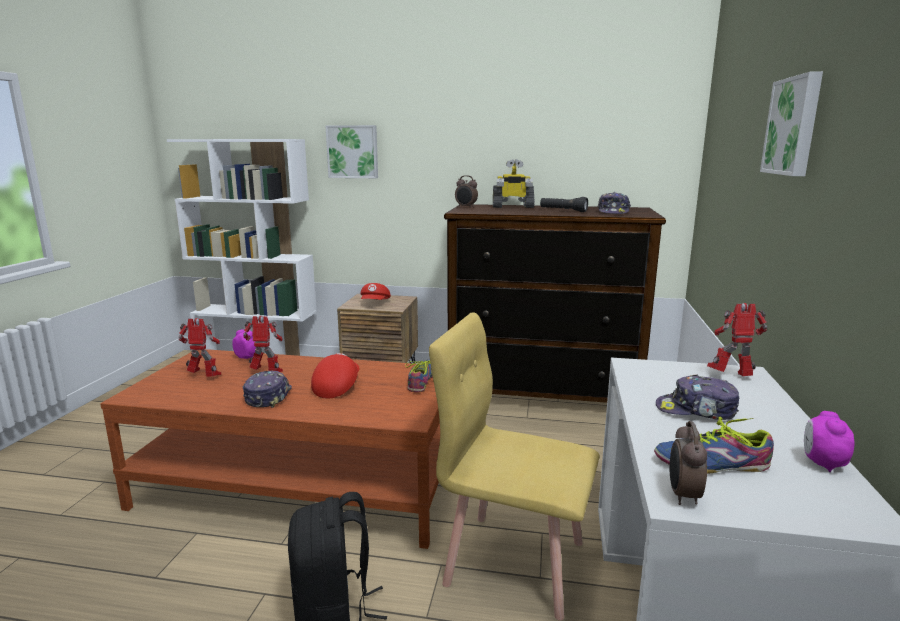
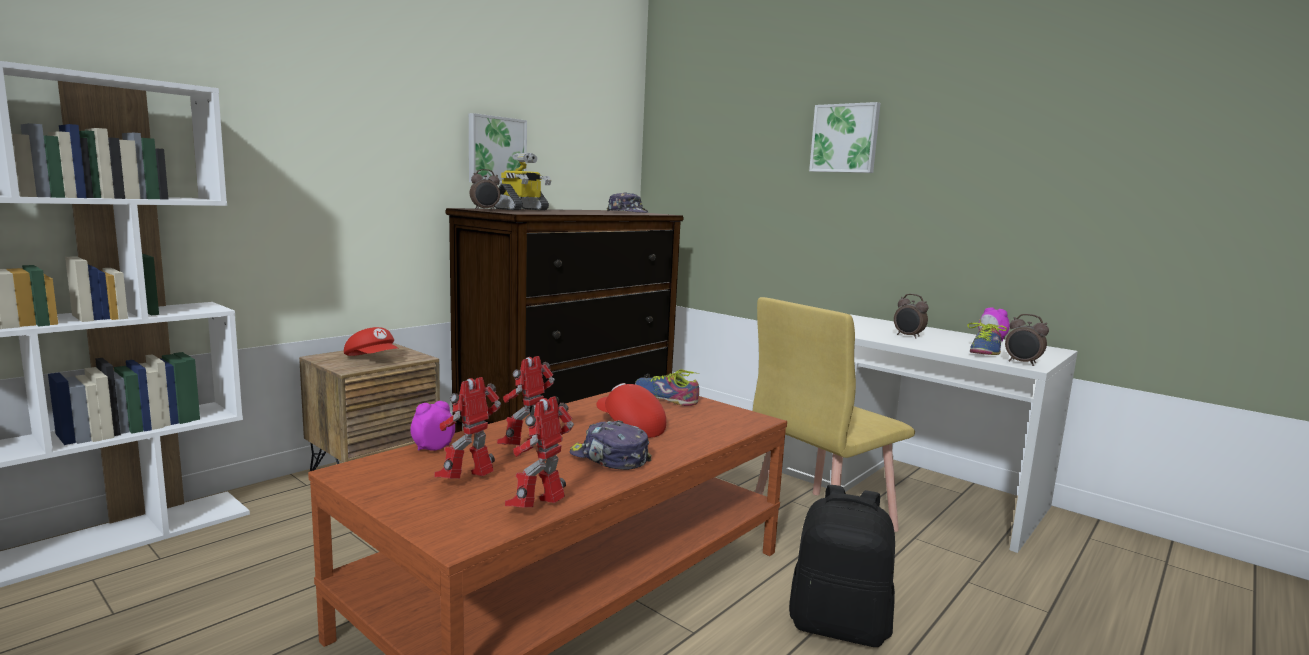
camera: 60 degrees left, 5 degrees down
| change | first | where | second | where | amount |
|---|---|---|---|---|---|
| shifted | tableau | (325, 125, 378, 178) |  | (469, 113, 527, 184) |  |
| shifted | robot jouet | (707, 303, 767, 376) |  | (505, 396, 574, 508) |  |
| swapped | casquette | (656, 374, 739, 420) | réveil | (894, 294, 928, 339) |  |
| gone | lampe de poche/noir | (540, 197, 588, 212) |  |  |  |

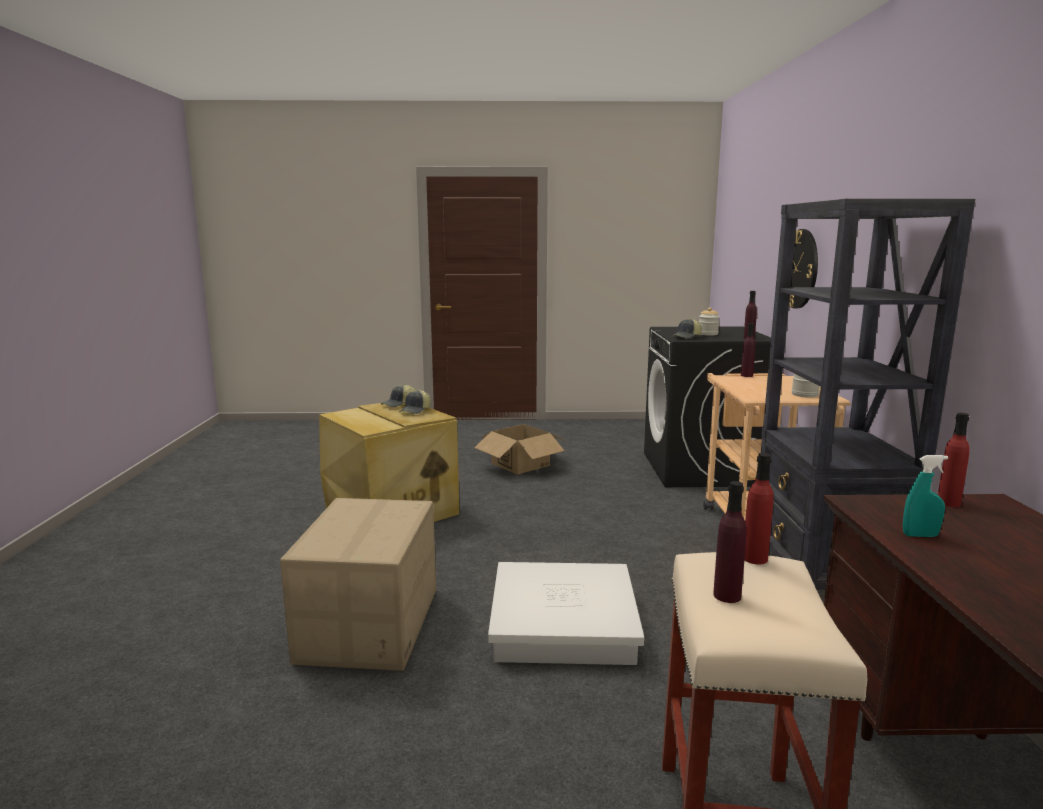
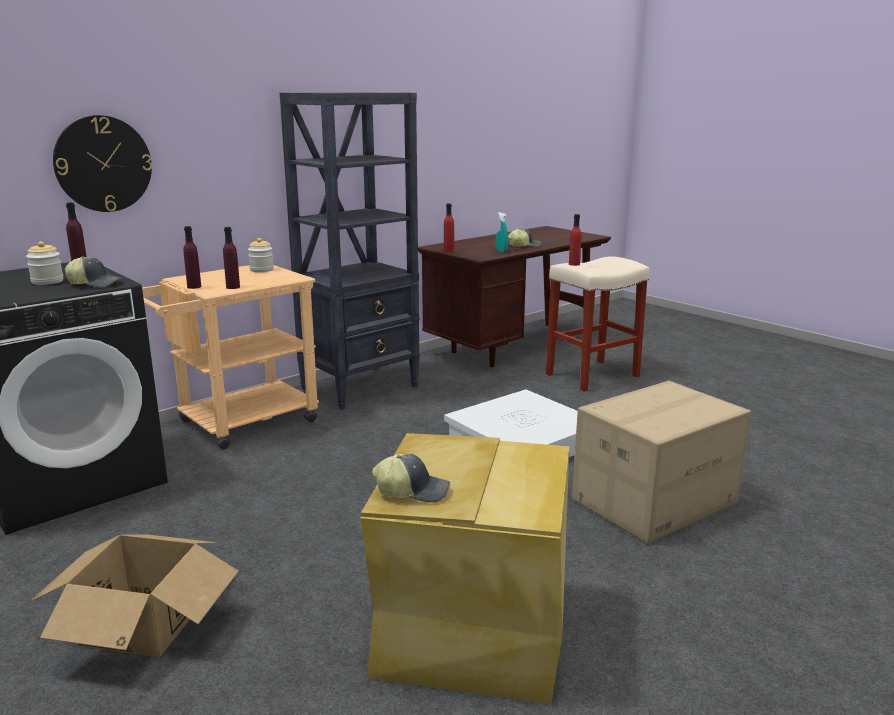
camera: 130 degrees left, 5 degrees up
| change | first | where | second | where | amount |
|---|---|---|---|---|---|
| shifted | bouteille/violet | (713, 481, 747, 603) |  | (223, 227, 240, 289) |  |
| shifted | casquette | (399, 390, 431, 414) |  | (508, 228, 542, 247) |  |

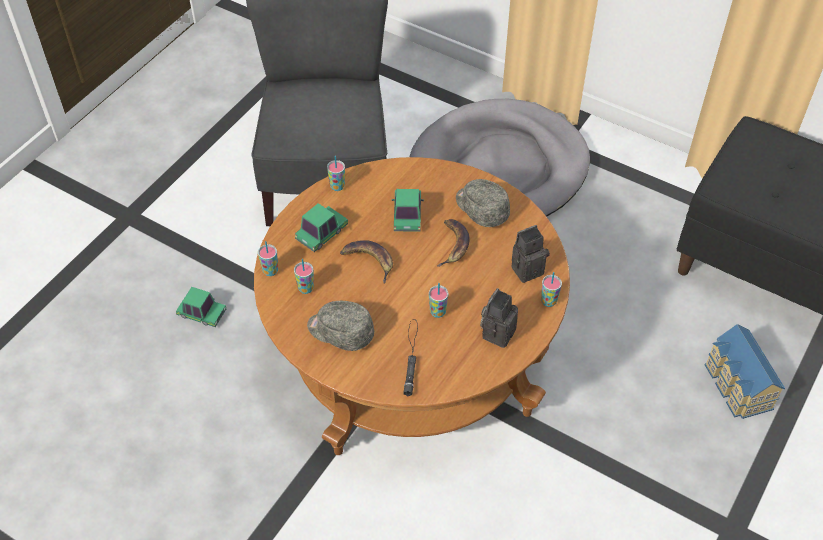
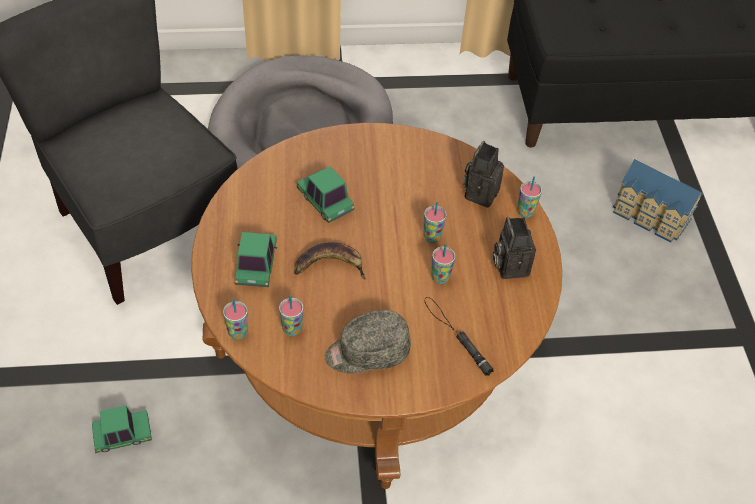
camera: 40 degrees left, 0 degrees up
| change | first | where | second | where | amount |
|---|---|---|---|---|---|
| shifted | tasse | (327, 156, 345, 191) |  | (424, 202, 447, 243) |  |
| gone | banane | (437, 219, 469, 267) |  |  |  |
| gone | casquette/gris | (456, 179, 510, 227) |  |  |  |

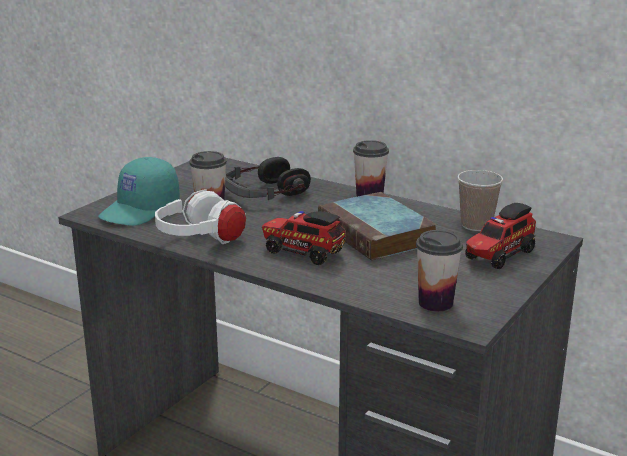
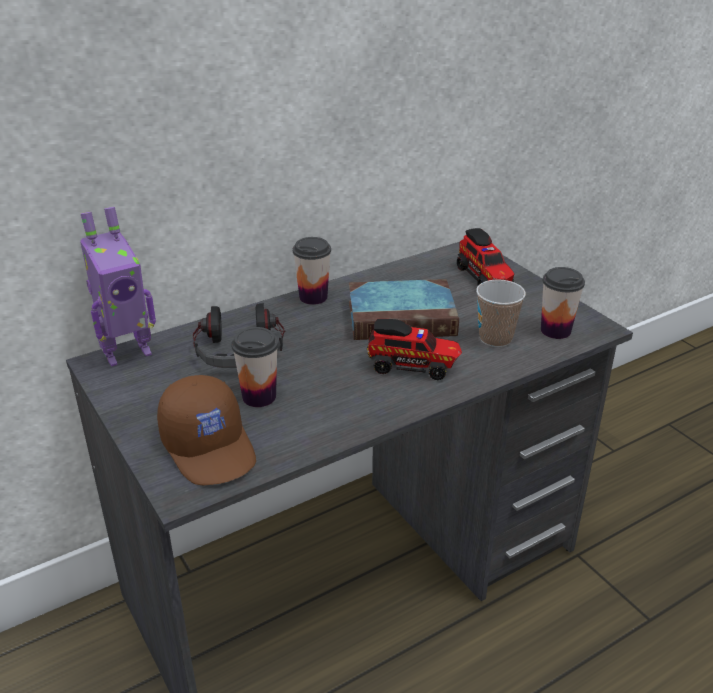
camera: 65 degrees left, 10 degrees up
| change | first | where | second | where | amount |
|---|---|---|---|---|---|
| new |  |  | robot jouet | (80, 207, 156, 366) |  |
| repainted | casquette/turquoise | (98, 157, 180, 226) | casquette/marron | (157, 375, 256, 485) |  |
| rotated | camion jouet | (262, 211, 346, 265) |  | (367, 319, 462, 380) | 135 degrees counterclockwise |
| shifted | tasse | (457, 170, 503, 231) |  | (476, 280, 526, 347) |  |
| gone | casque audio/blanc | (155, 189, 246, 244) |  |  |  |

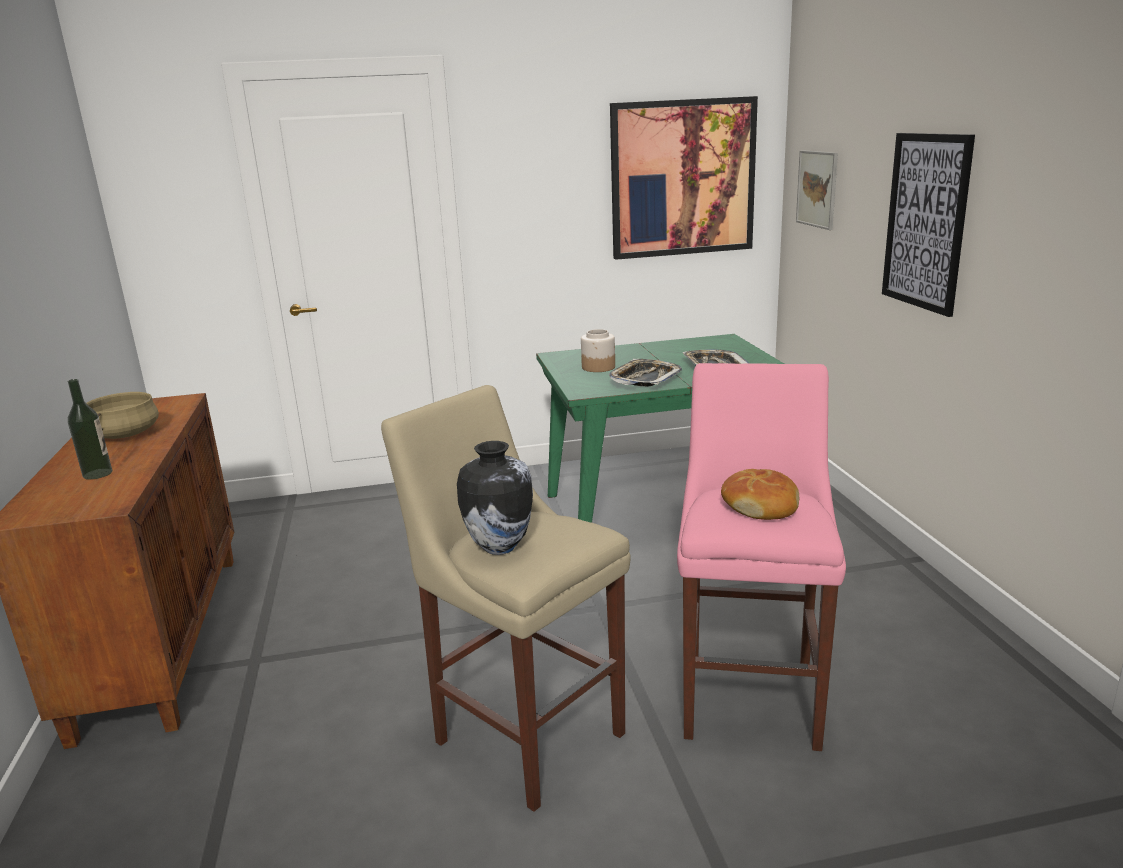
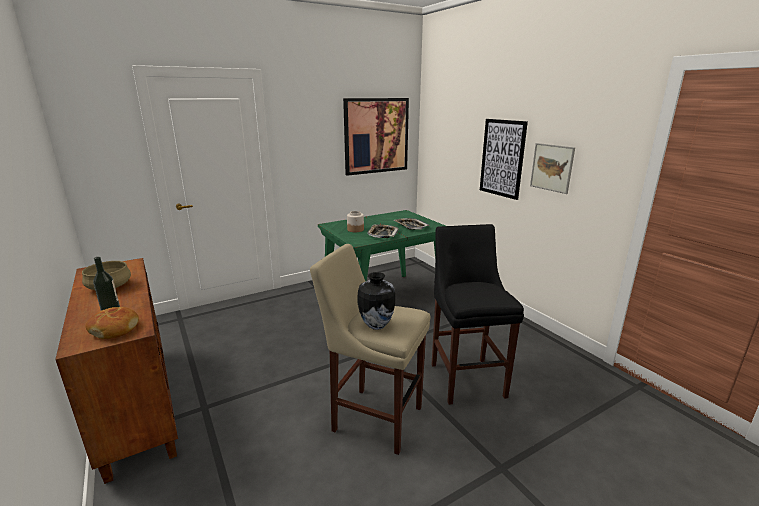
camera: 20 degrees left, 0 degrees up
| change | first | where | second | where | amount |
|---|---|---|---|---|---|
| shifted | pain | (721, 469, 799, 520) |  | (86, 307, 139, 339) |  |
| repainted | tabouret/rose | (677, 363, 846, 751) | tabouret/noir | (431, 224, 524, 405) |  |
| shifted | tableau | (796, 150, 838, 230) |  | (530, 143, 575, 194) |  |

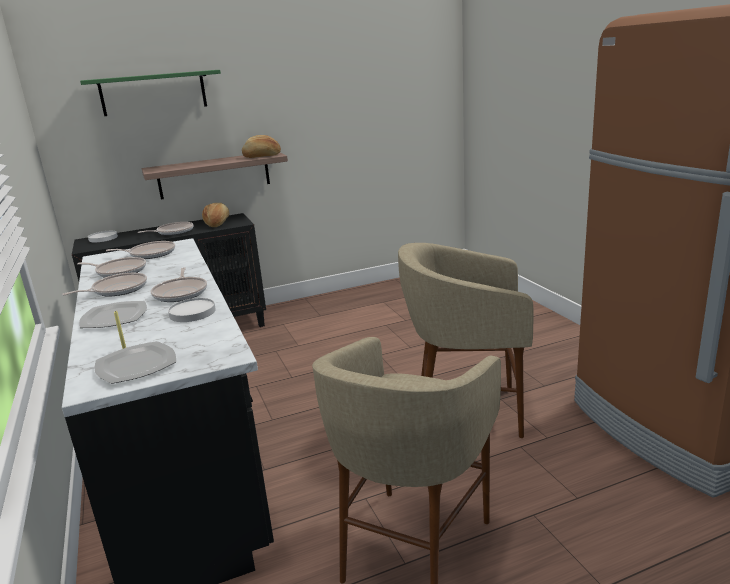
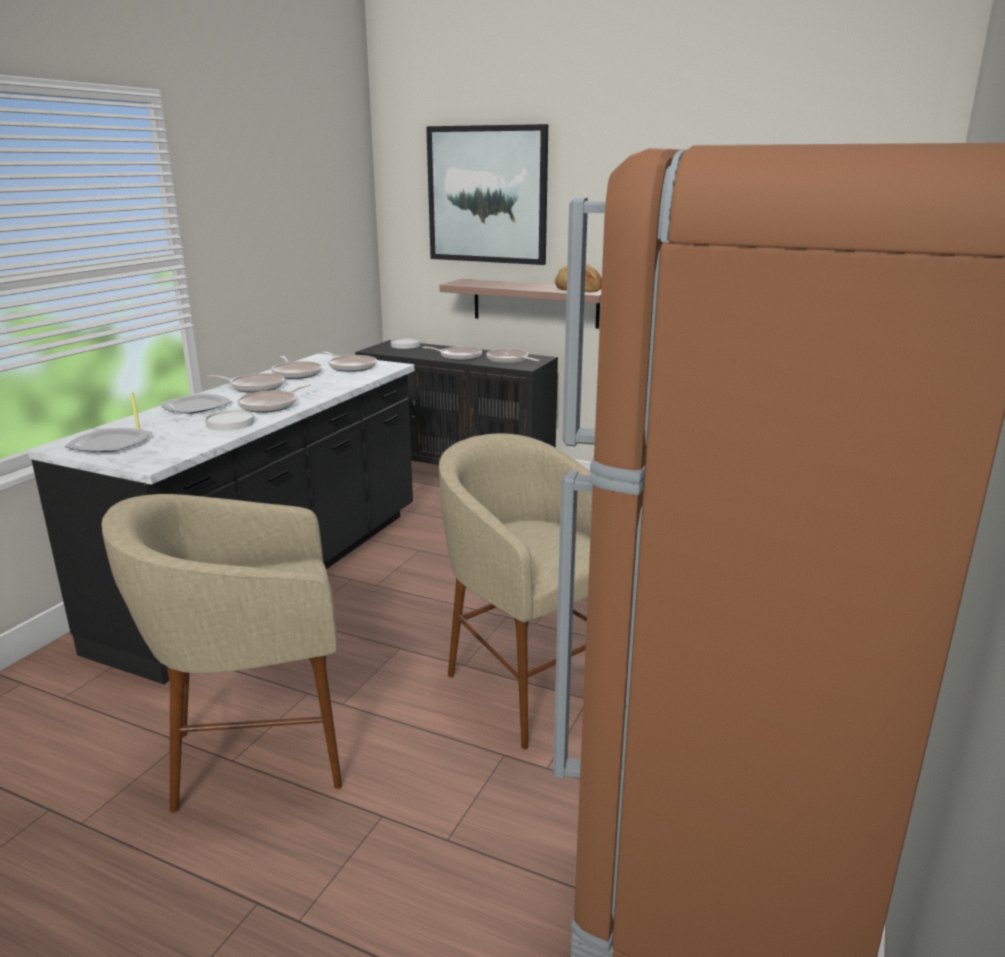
camera: 45 degrees right, 0 degrees up
| change | first | where | second | where | amount |
|---|---|---|---|---|---|
| swapped | étagère/vert | (80, 70, 221, 116) | tableau | (426, 124, 548, 265) |  |
| swapped | pain | (202, 203, 229, 227) | poêle | (486, 349, 540, 363) |  |

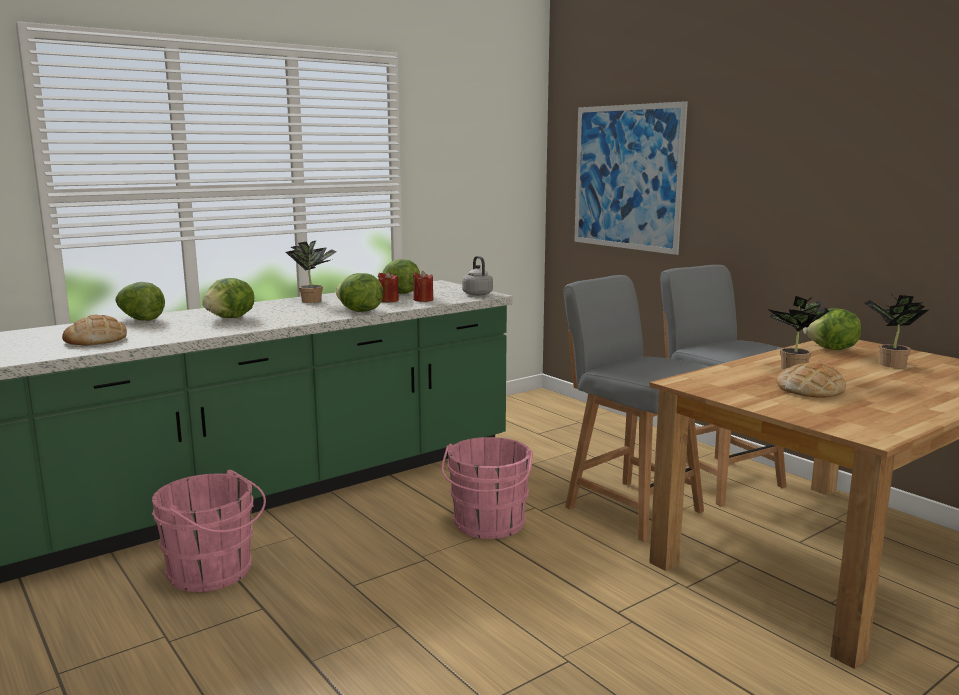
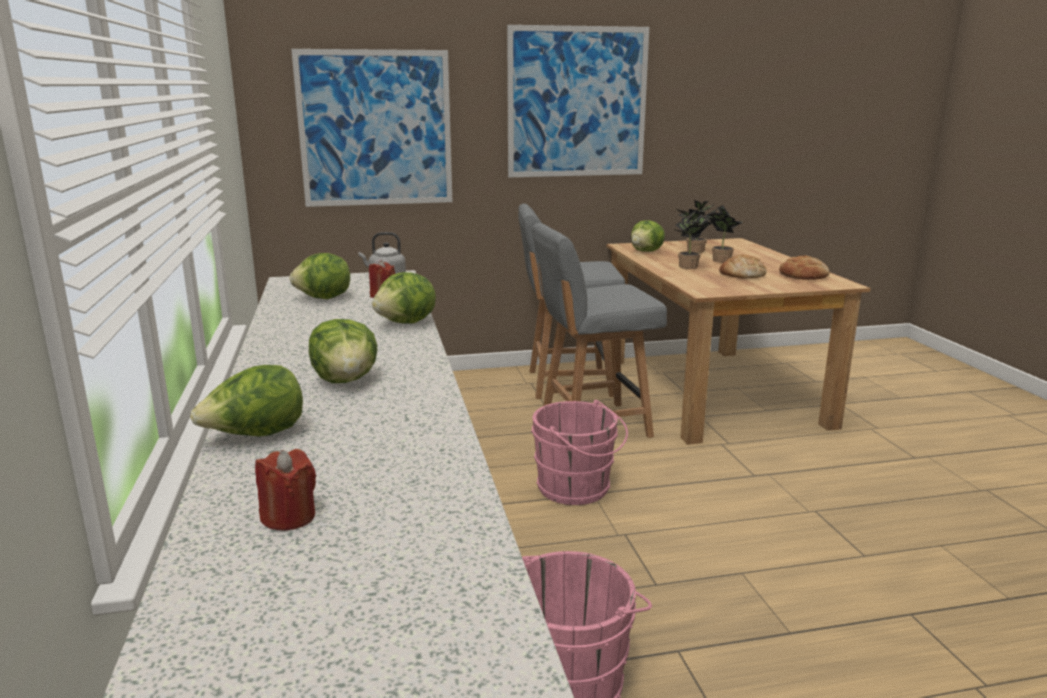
camera: 65 degrees left, 5 degrees up
| change | first | where | second | where | amount |
|---|---|---|---|---|---|
| shifted | bougie/rouge | (378, 271, 399, 303) |  | (255, 449, 316, 531) |  |
| new |  |  | tableau | (507, 25, 649, 177) |  |
| shifted | plante en pot | (286, 241, 337, 303) |  | (705, 205, 742, 263) |  |
| shifted | pain | (62, 315, 127, 346) |  | (779, 256, 830, 280) |  |

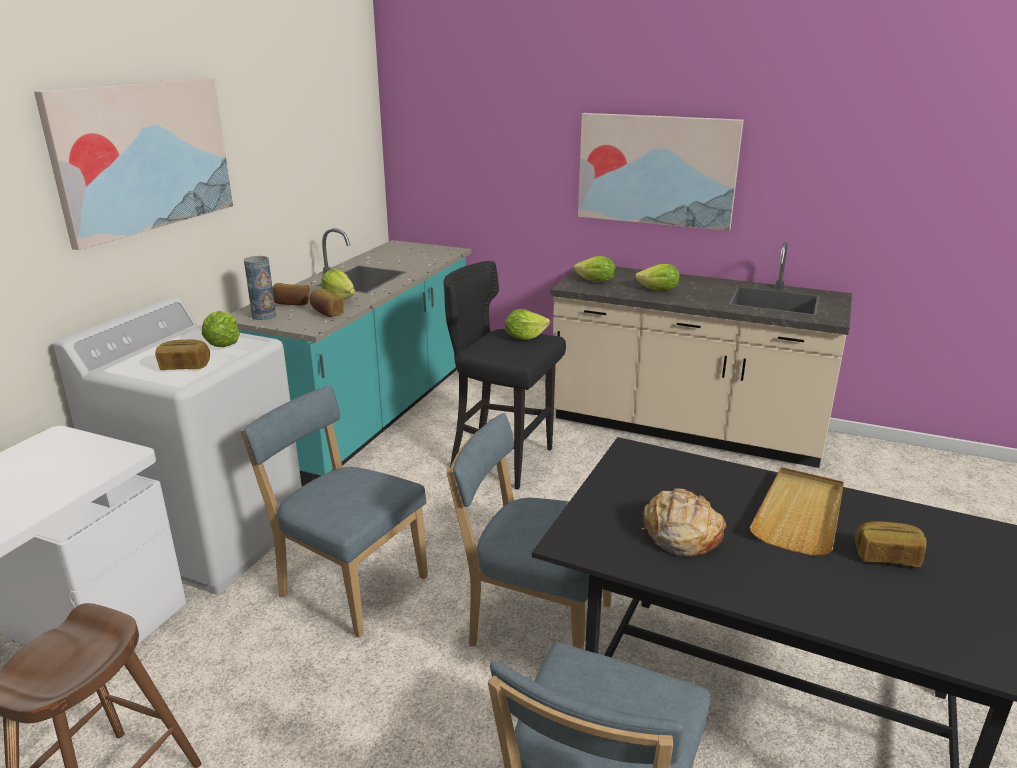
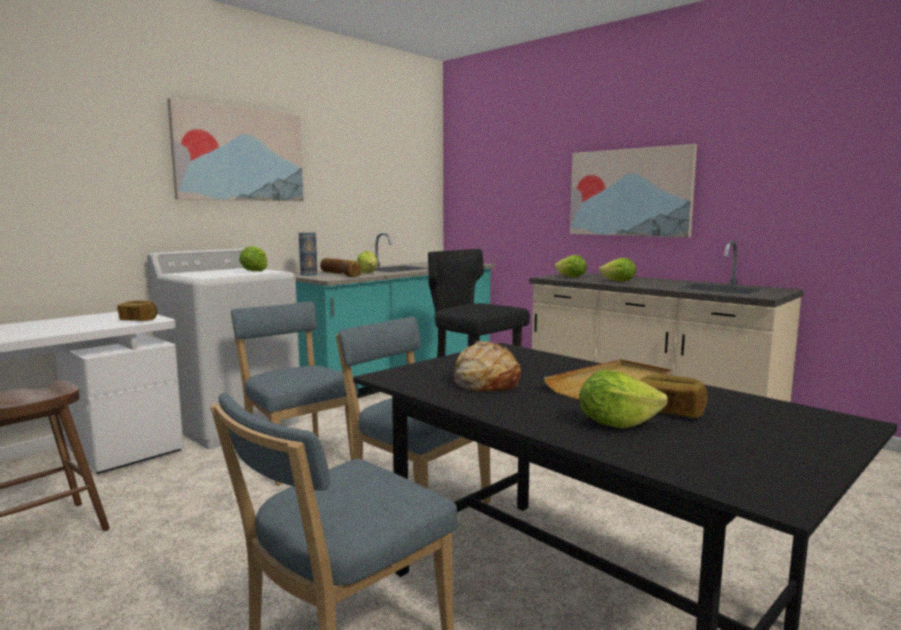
camera: 20 degrees right, 15 degrees down
| change | first | where | second | where | amount |
|---|---|---|---|---|---|
| shifted | pain | (155, 340, 210, 370) |  | (117, 300, 157, 321) |  |
| shifted | laitue | (505, 309, 550, 340) |  | (579, 370, 668, 428) |  |

